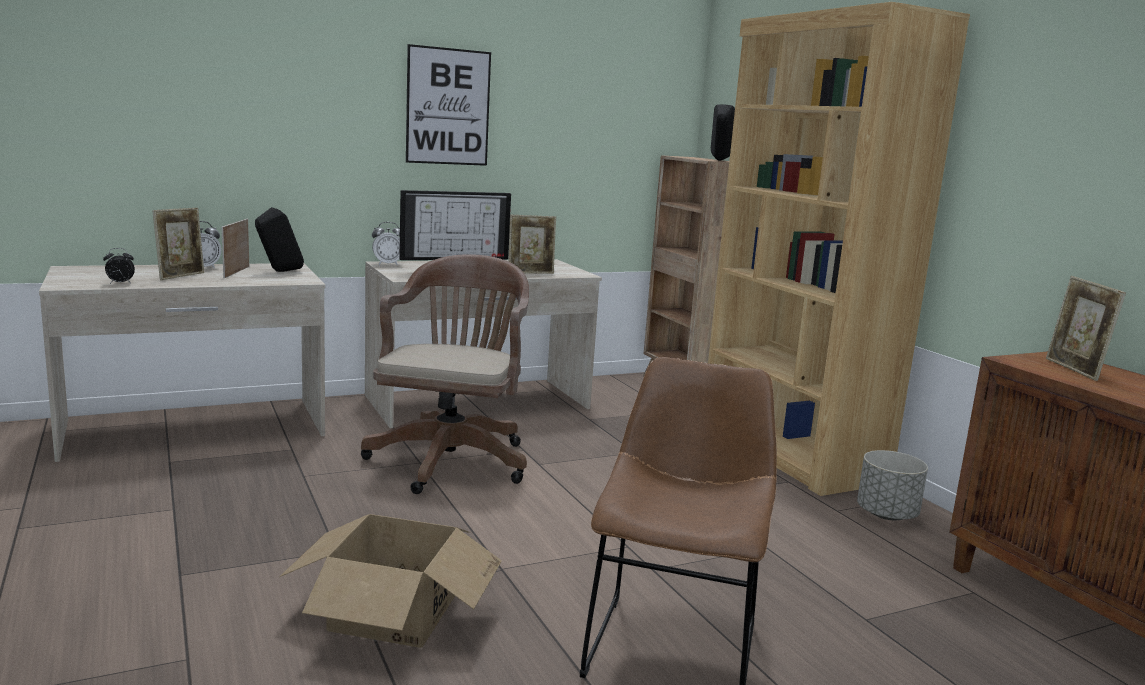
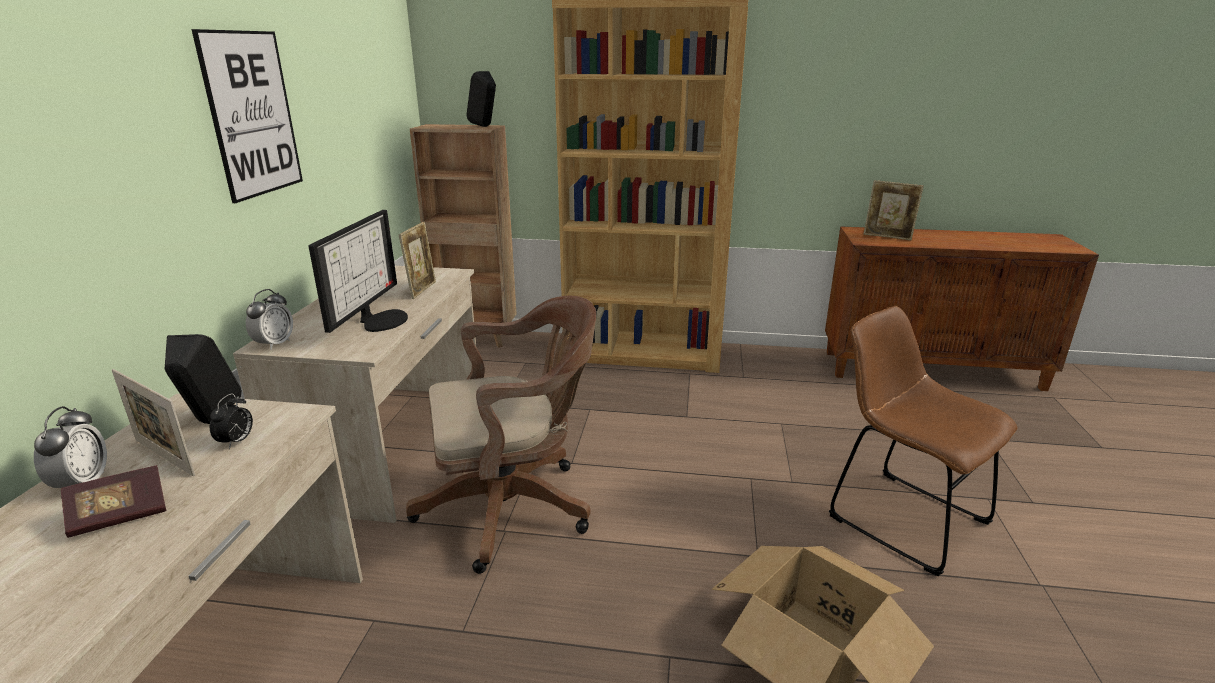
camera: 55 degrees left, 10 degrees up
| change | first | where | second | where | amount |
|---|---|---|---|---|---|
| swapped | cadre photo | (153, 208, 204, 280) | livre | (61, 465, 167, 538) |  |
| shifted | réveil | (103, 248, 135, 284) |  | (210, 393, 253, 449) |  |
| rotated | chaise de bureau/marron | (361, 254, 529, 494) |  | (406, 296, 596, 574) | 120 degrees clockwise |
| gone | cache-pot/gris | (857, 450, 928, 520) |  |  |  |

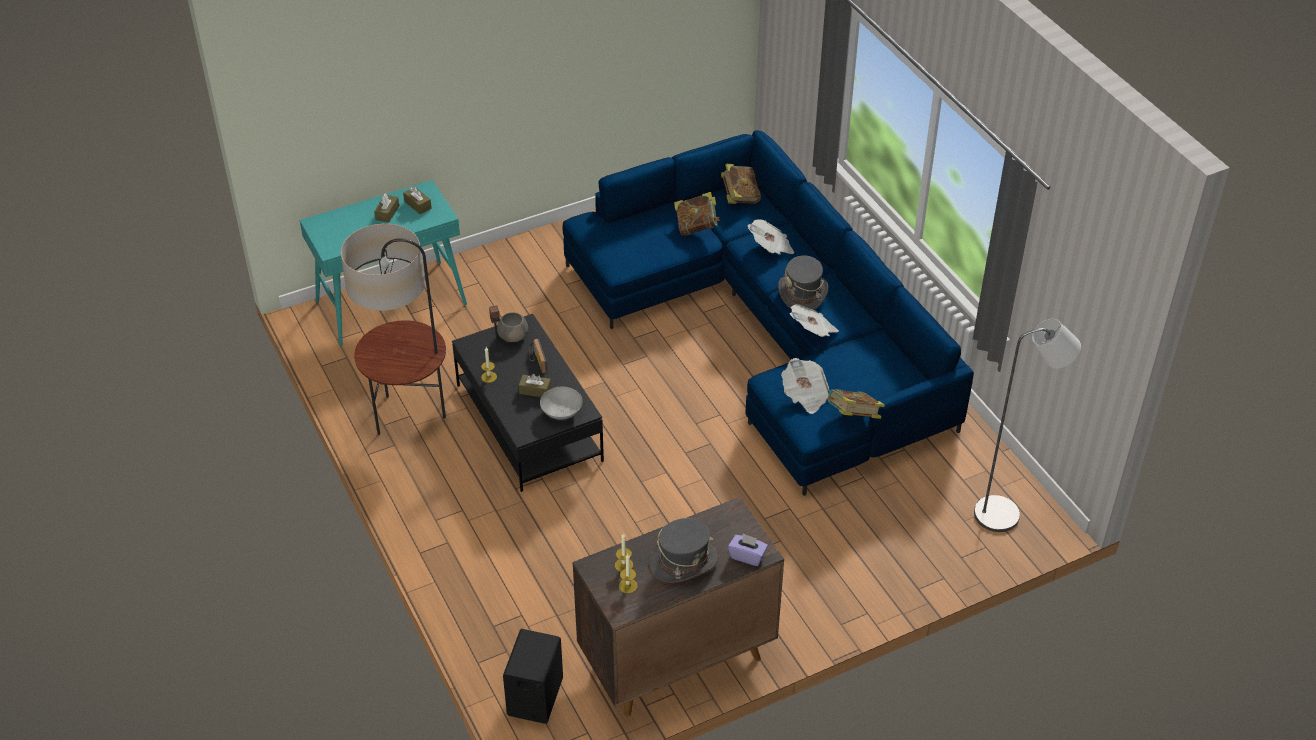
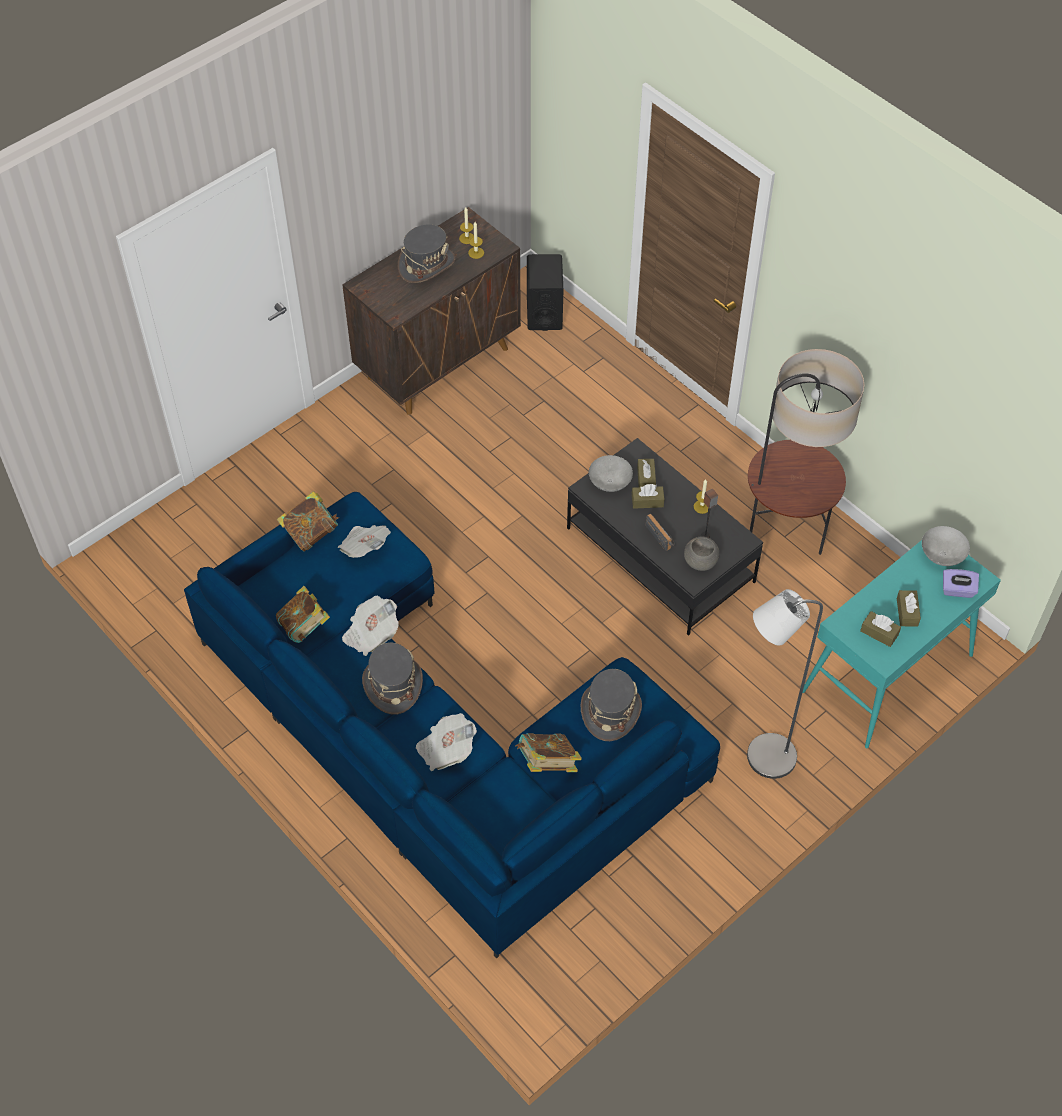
camera: 165 degrees right, 10 degrees up
| change | first | where | second | where | amount |
|---|---|---|---|---|---|
| shifted | livre | (721, 164, 761, 204) |  | (276, 586, 330, 643) |  |
| new |  |  | chapeau/gris | (581, 669, 642, 741) |  |
| new |  |  | boîte à mouchoirs/marron | (637, 459, 656, 487) |  |
| shifted | lampadaire/gris | (974, 319, 1081, 532) |  | (747, 589, 823, 779) |  |
| new |  |  | bol/gris | (922, 526, 970, 566) |  |
| shifted | boîte à mouchoirs/violet | (728, 534, 768, 566) |  | (943, 569, 979, 598) |  |

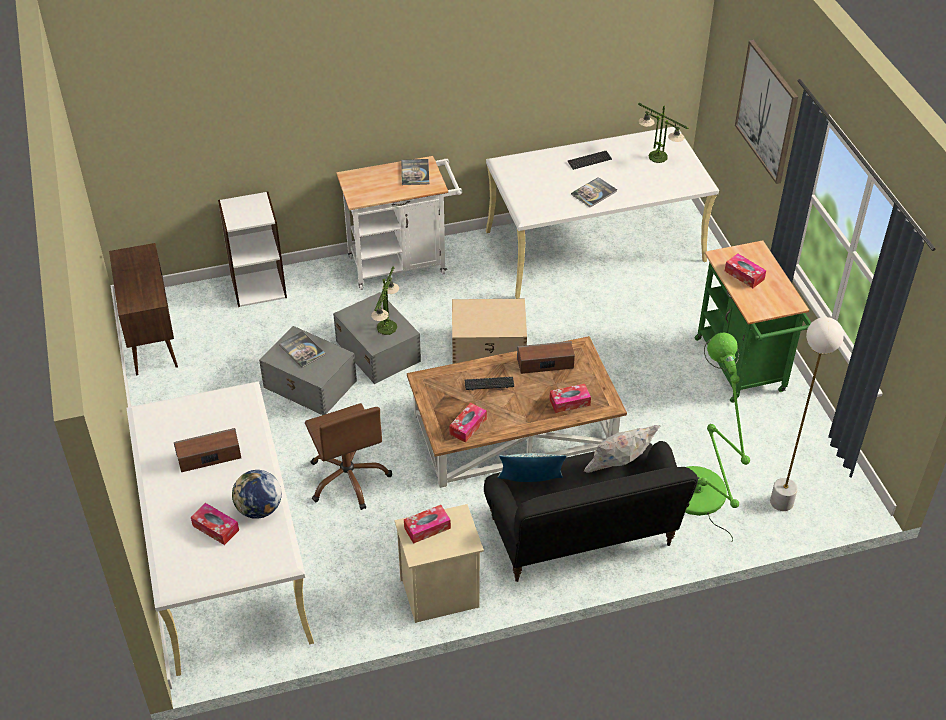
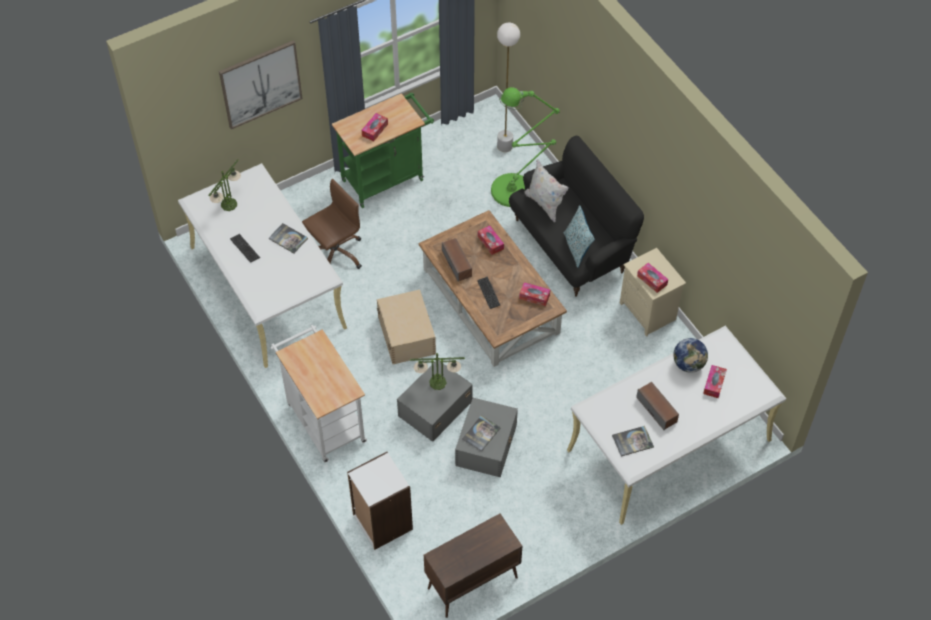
camera: 105 degrees left, 10 degrees up
| change | first | where | second | where | amount |
|---|---|---|---|---|---|
| shifted | chaise de bureau/marron | (305, 403, 392, 510) |  | (302, 179, 362, 269) |  |
| shifted | livre | (401, 159, 429, 185) |  | (612, 426, 654, 457) |  |

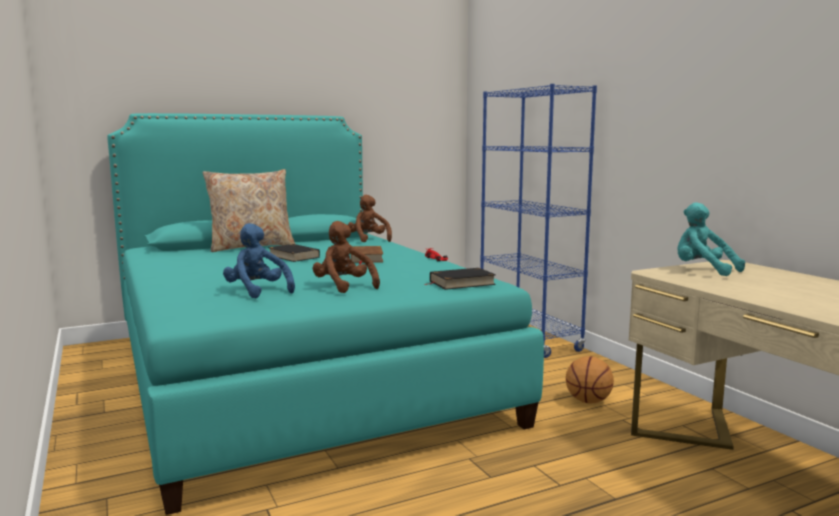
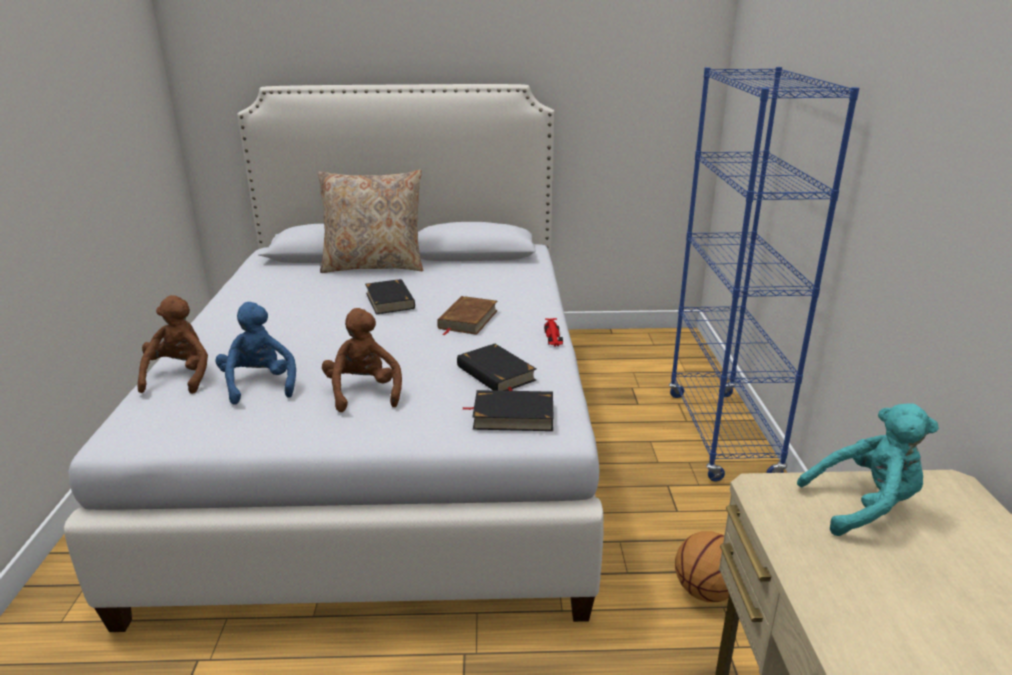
camera: 25 degrees right, 15 degrees up
| change | first | where | second | where | amount |
|---|---|---|---|---|---|
| repainted | lit/turquoise | (107, 113, 544, 515) | lit/blanc | (64, 84, 604, 632) |  |
| shifted | peluche/marron | (348, 195, 392, 242) |  | (138, 295, 208, 394) |  |
| new |  |  | livre/noir | (457, 344, 536, 391) |  |
| rotated | peluche/turquoise | (677, 202, 745, 276) |  | (797, 403, 939, 536) | 105 degrees clockwise |

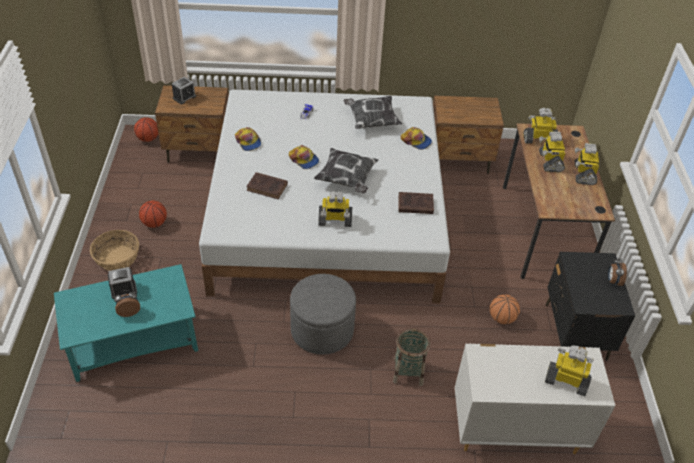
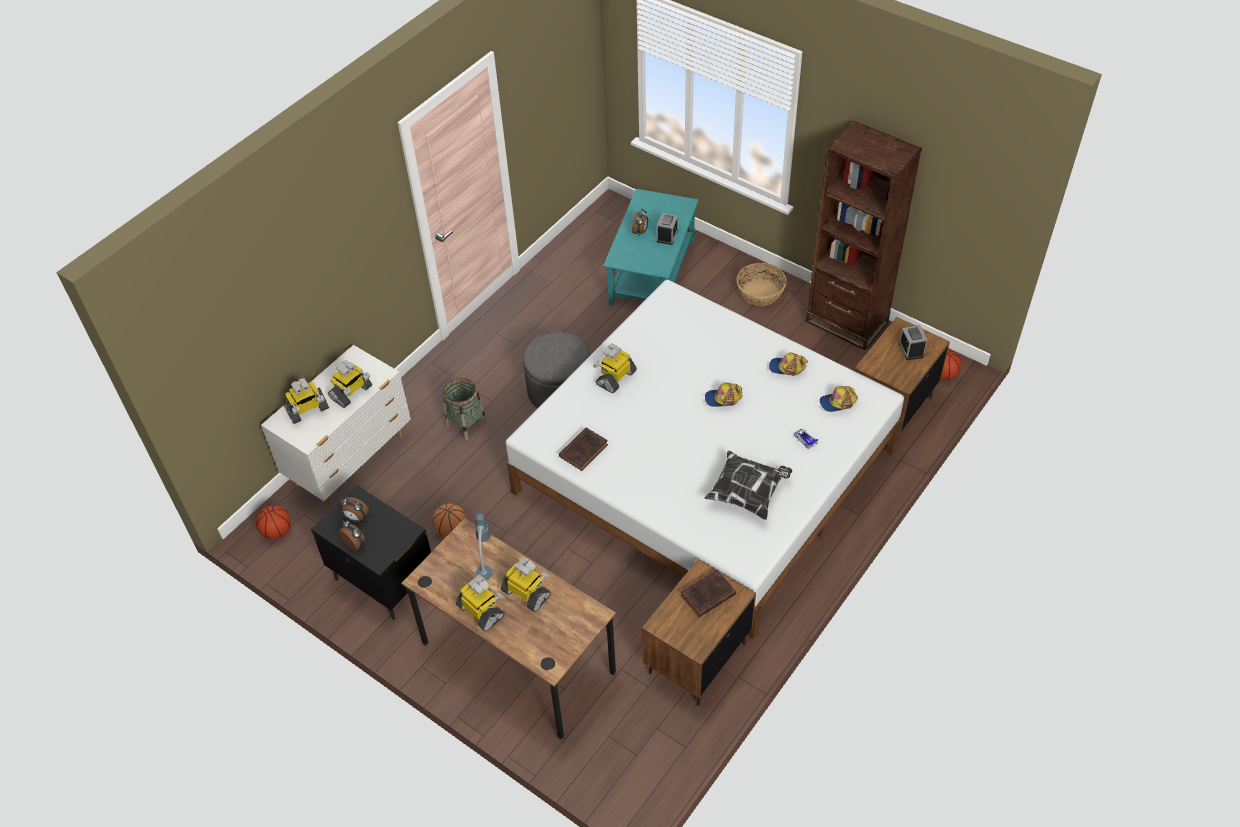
camera: 130 degrees right, 5 degrees up
| change | first | where | second | where | amount |
|---|---|---|---|---|---|
| shifted | ballon de basket | (139, 201, 167, 228) |  | (256, 505, 291, 539) |  |
| shifted | robot jouet | (524, 108, 558, 144) |  | (328, 360, 372, 408) |  |
| new |  |  | réveil | (340, 497, 369, 522) |  |
| new |  |  | lampe de table | (475, 513, 493, 580) |  |
| shifted | livre/marron | (246, 172, 288, 199) |  | (681, 569, 736, 617) |  |
| new |  |  | bibliothèque/marron | (806, 121, 922, 350) |  |
| shifted | casquette | (401, 127, 432, 150) |  | (820, 386, 858, 412) |  |
| gone | coussin | (314, 148, 378, 193) |  |  |  |

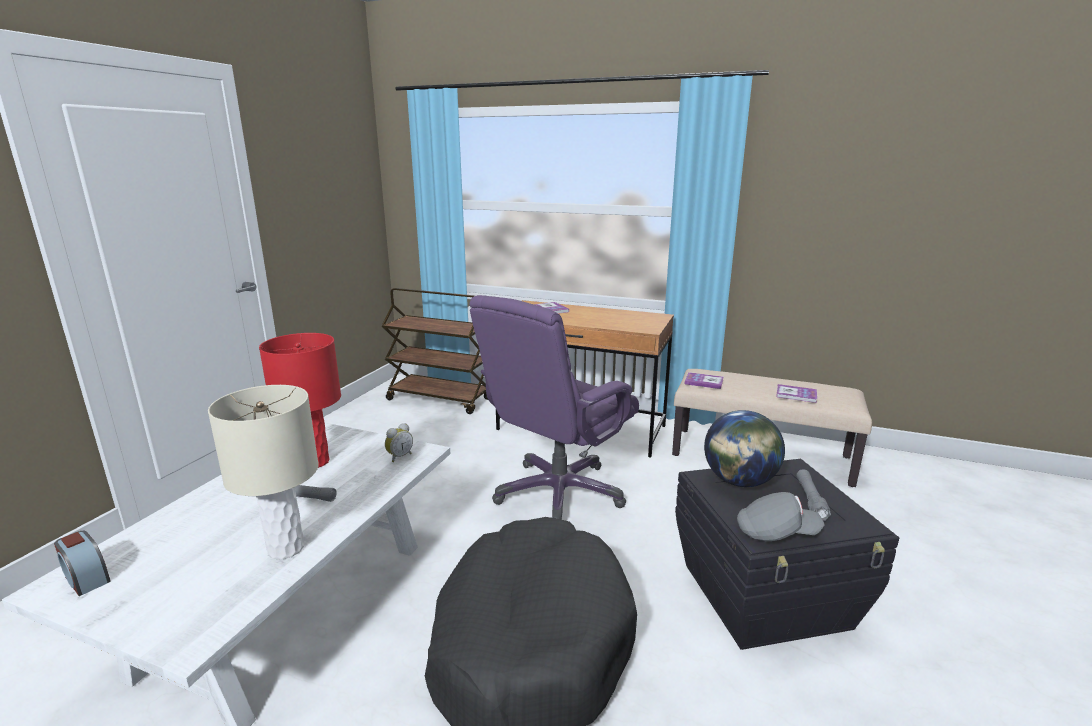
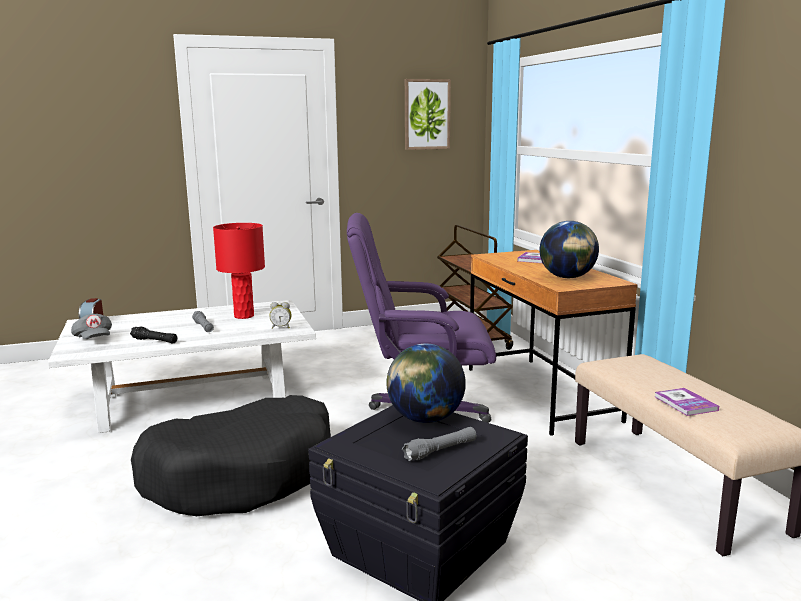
camera: 50 degrees right, 5 degrees down
| change | first | where | second | where | amount |
|---|---|---|---|---|---|
| shifted | casquette/gris | (737, 492, 825, 541) |  | (71, 313, 112, 339) |  |
| swapped | lampe de table/beige | (208, 385, 319, 560) | lampe de poche/noir | (130, 326, 177, 344) |  |
| new |  |  | tableau | (405, 79, 451, 150) |  |
| new |  |  | globe | (540, 221, 599, 278) |  |
| gone | livre | (685, 372, 723, 389) |  |  |  |

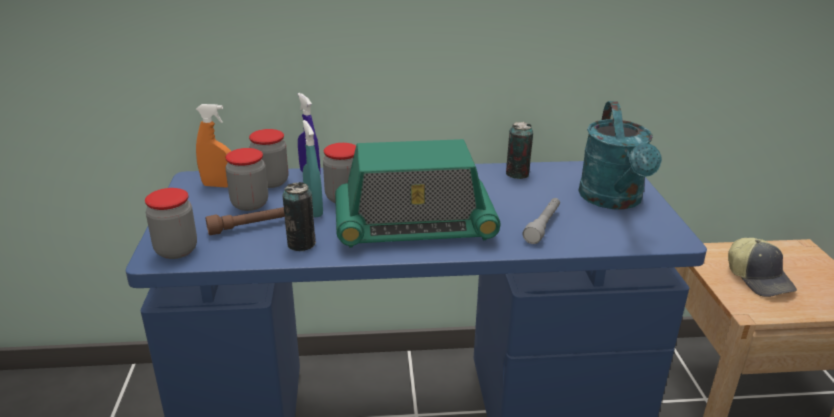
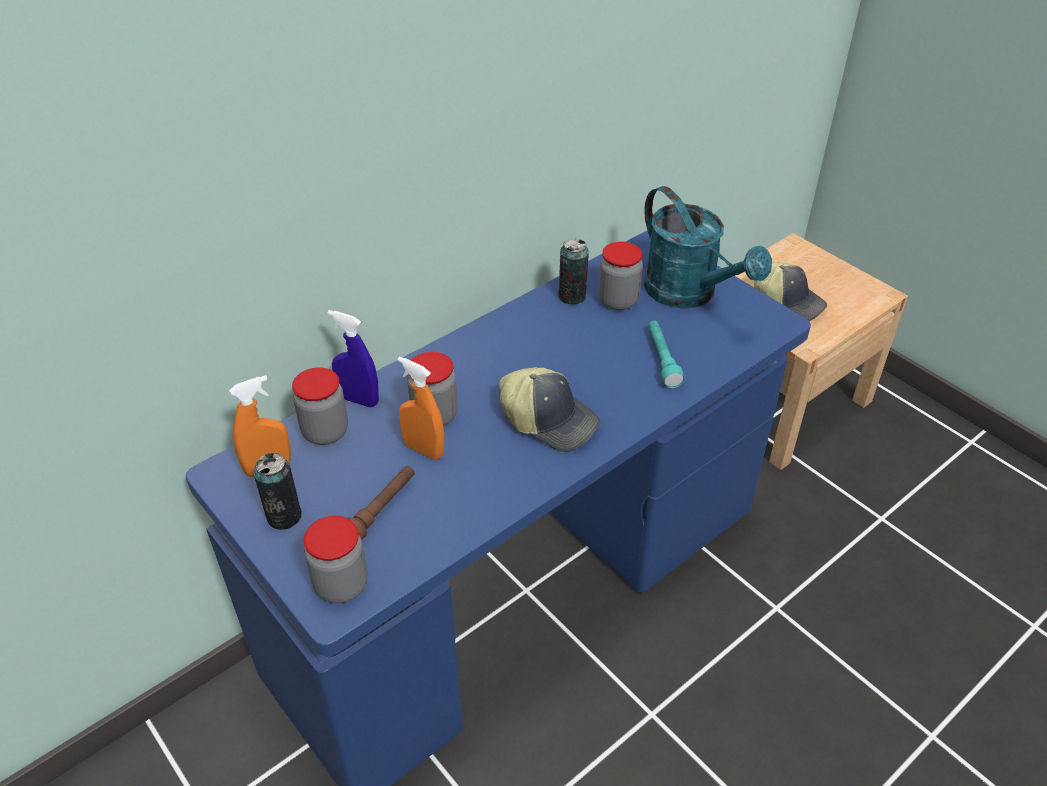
camera: 35 degrees left, 15 degrees up
| change | first | where | second | where | amount |
|---|---|---|---|---|---|
| shifted | boîte métallique | (283, 182, 316, 251) |  | (253, 453, 302, 530) |  |
| repainted | vaporisateur/turquoise | (303, 120, 323, 218) | vaporisateur/orange | (398, 357, 444, 460) |  |
| swapped | radio | (335, 139, 500, 248) | casquette | (499, 367, 600, 452) |  |
| shifted | bocal | (225, 148, 268, 211) |  | (598, 242, 643, 310) |  |
| repainted | lampe de poche/gris | (523, 198, 560, 244) | lampe de poche/turquoise | (648, 321, 685, 388) |  |

